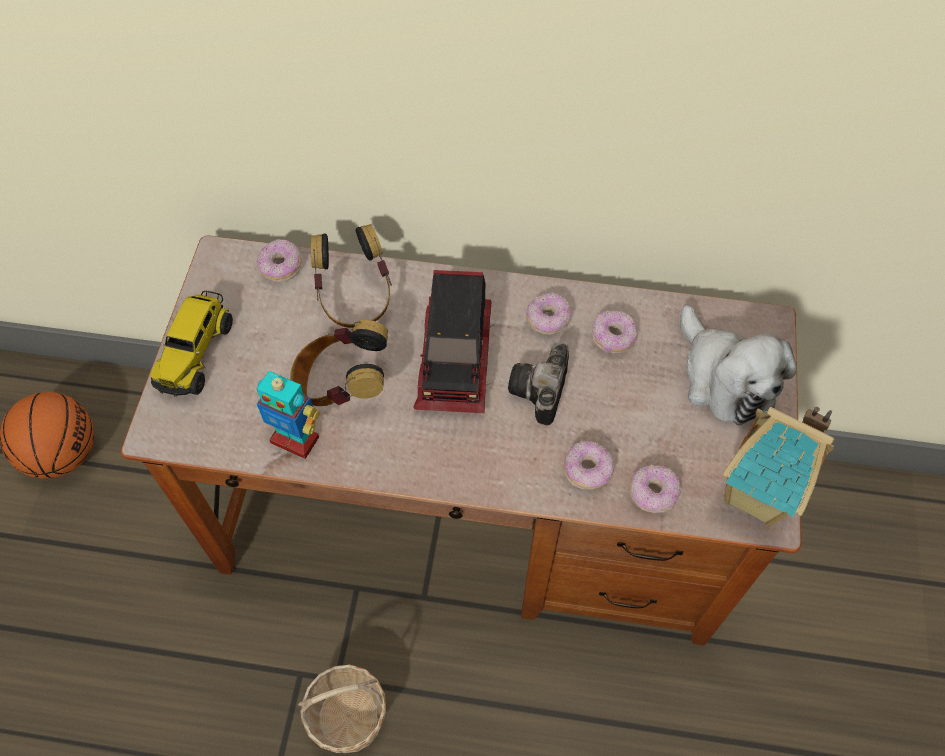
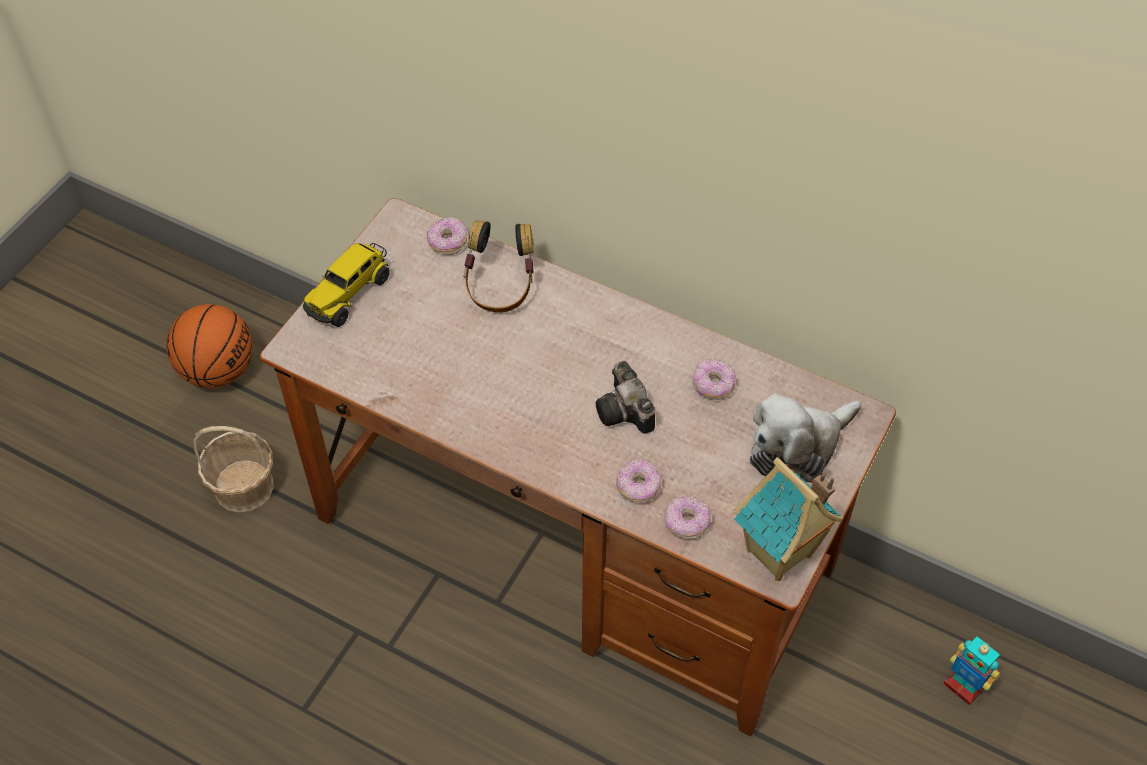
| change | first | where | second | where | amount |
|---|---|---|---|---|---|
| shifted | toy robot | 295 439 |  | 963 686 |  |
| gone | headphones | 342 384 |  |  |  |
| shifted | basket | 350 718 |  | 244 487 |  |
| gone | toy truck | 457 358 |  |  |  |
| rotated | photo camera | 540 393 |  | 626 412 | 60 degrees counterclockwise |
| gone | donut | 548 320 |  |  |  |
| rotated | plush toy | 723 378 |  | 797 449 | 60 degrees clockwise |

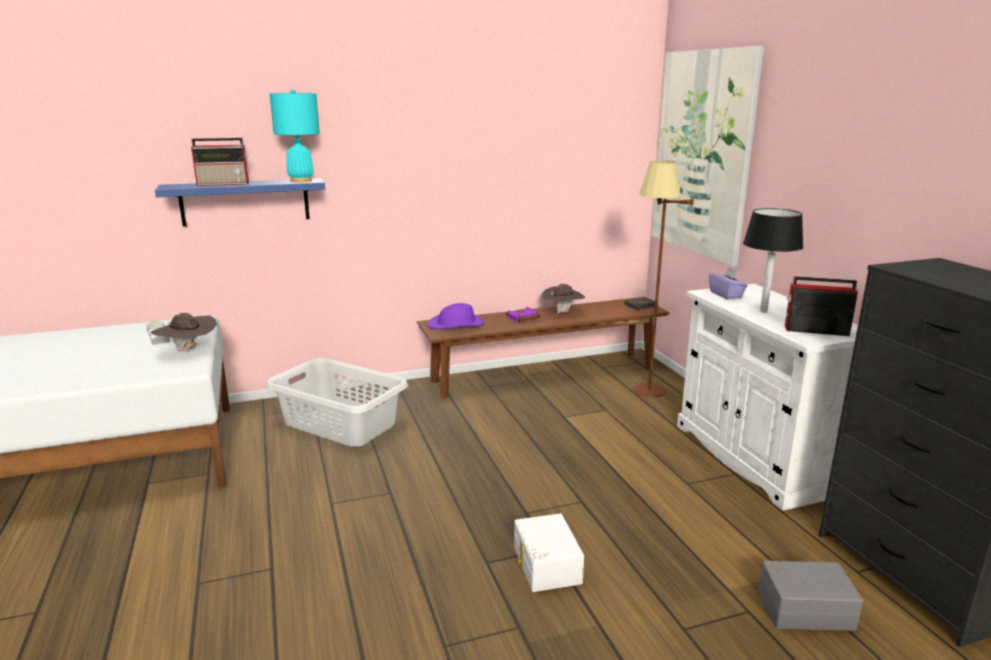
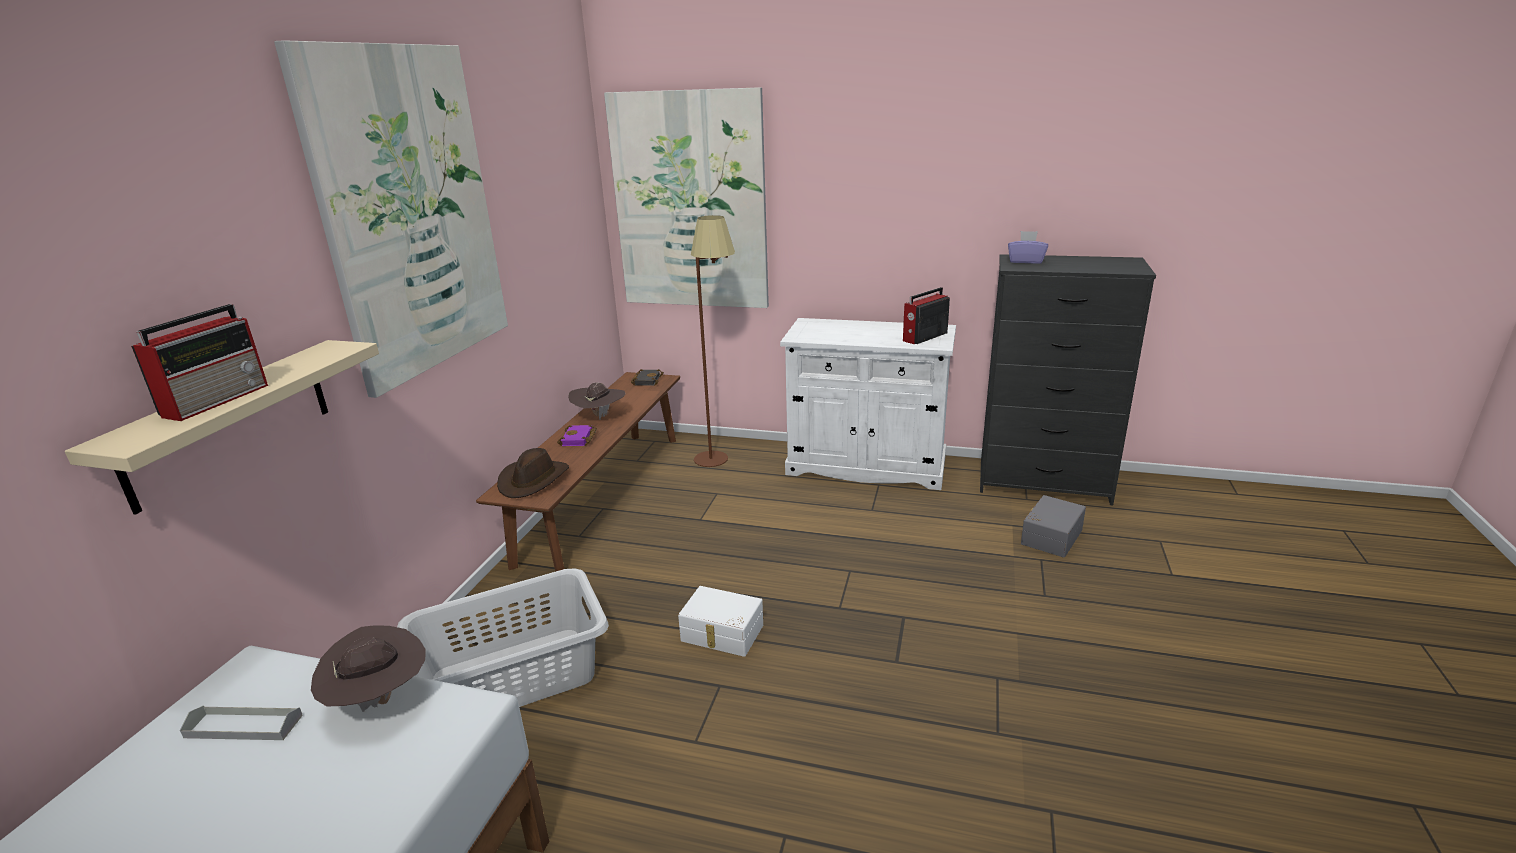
| change | first | where | second | where | amount |
|---|---|---|---|---|---|
| repainted | blue shelf | 245 202 | beige shelf | 230 422 |  |
| gone | turquoise table lamp | 301 181 |  |  |  |
| repainted | purple hat | 456 325 | brown hat | 533 480 |  |
| shifted | white storage box | 545 564 |  | 721 634 |  |
| shifted | purple tissue box | 726 295 |  | 1025 261 |  |
| gone | black table lamp | 763 311 |  |  |  |
| new |  |  | picture | 411 213 |  |

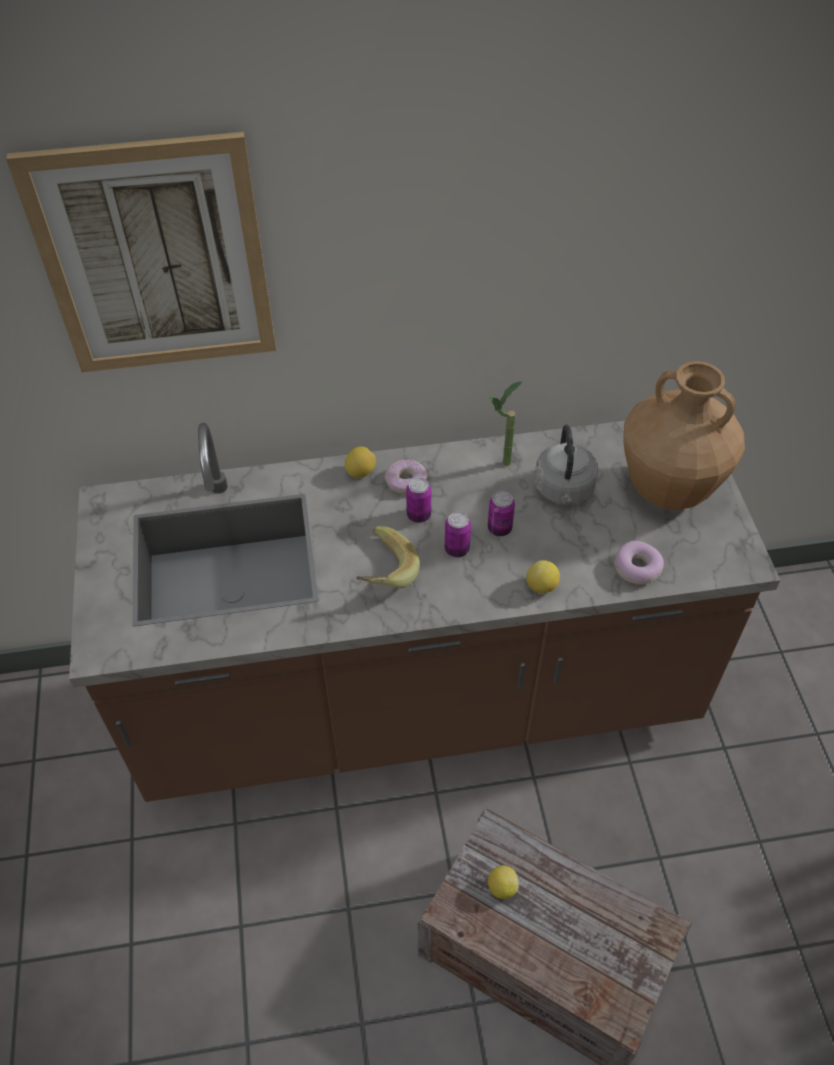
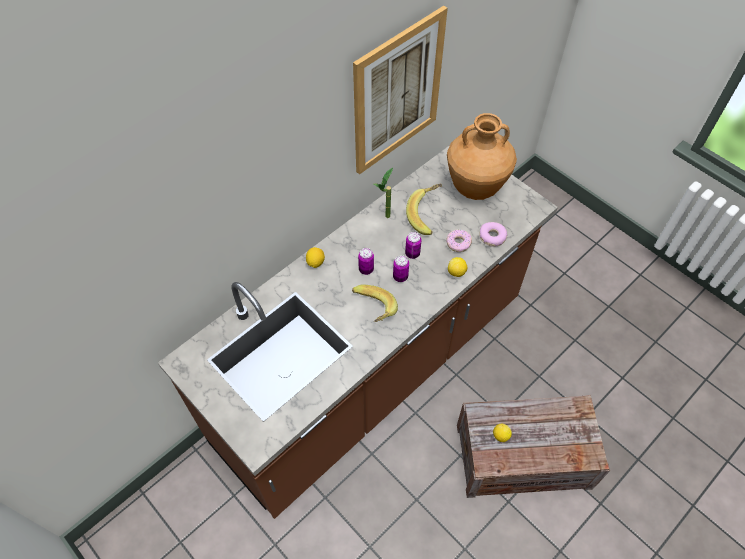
| change | first | where | second | where | amount |
|---|---|---|---|---|---|
| shifted | picture | 155 259 |  | 397 93 |  |
| shifted | donut | 405 481 |  | 458 243 |  |
| swapped | grey kettle | 564 490 | banana | 427 215 |  |

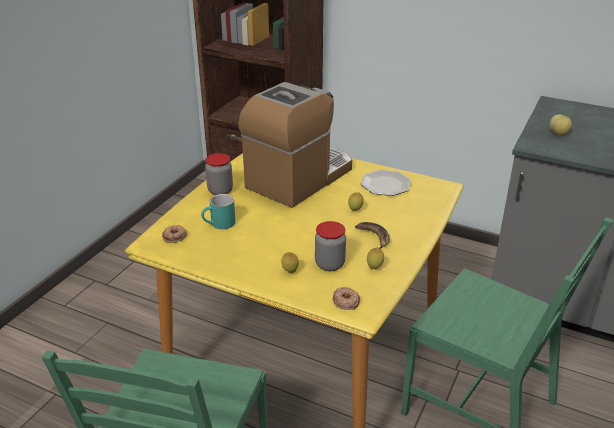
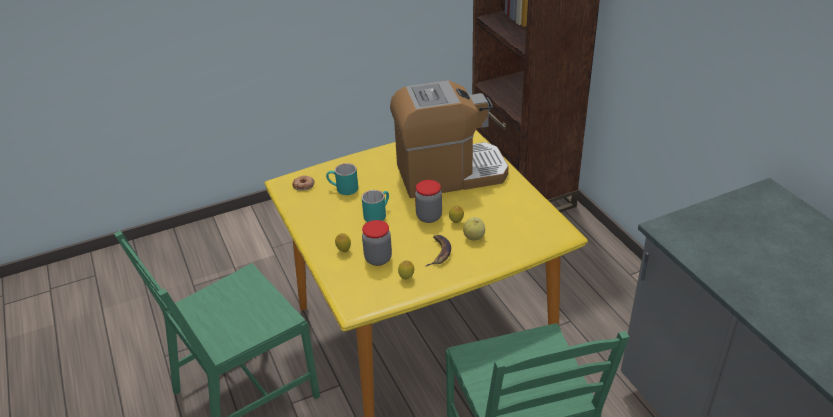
| change | first | where | second | where | amount |
|---|---|---|---|---|---|
| shifted | jar | 220 191 |  | 429 216 |  |
| gone | donut | 346 301 |  |  |  |
| gone | plate | 385 184 |  |  |  |
| shifted | apple | 558 133 |  | 474 237 |  |
| new |  |  | turquoise mug | 377 214 |  |

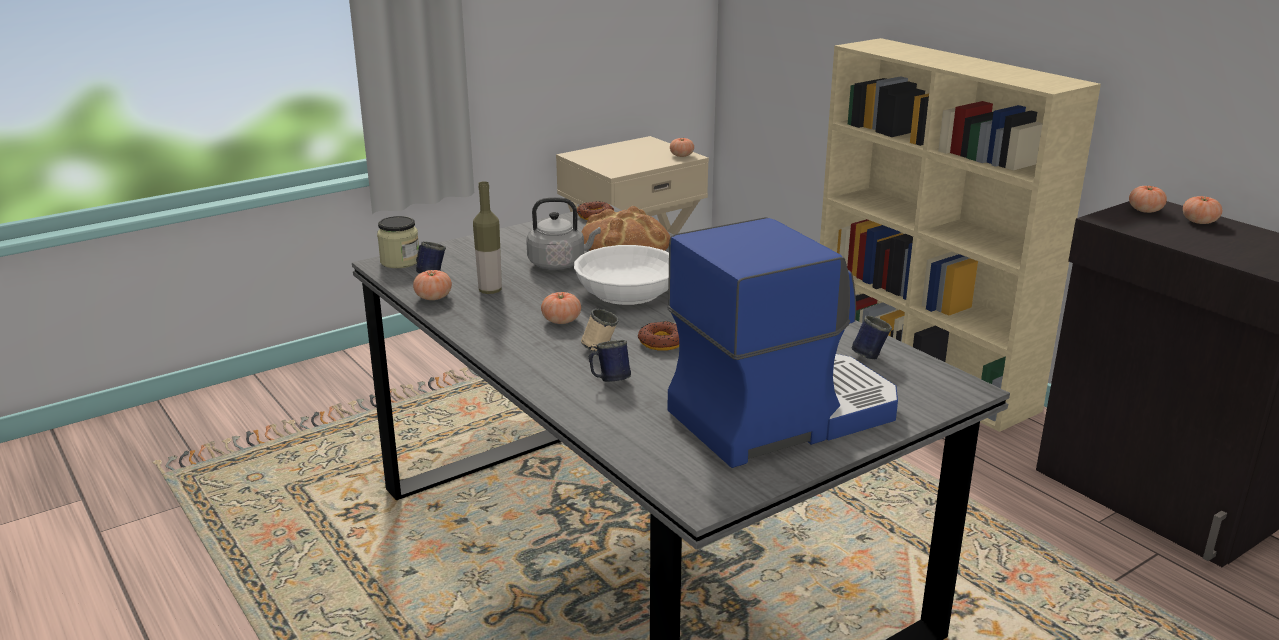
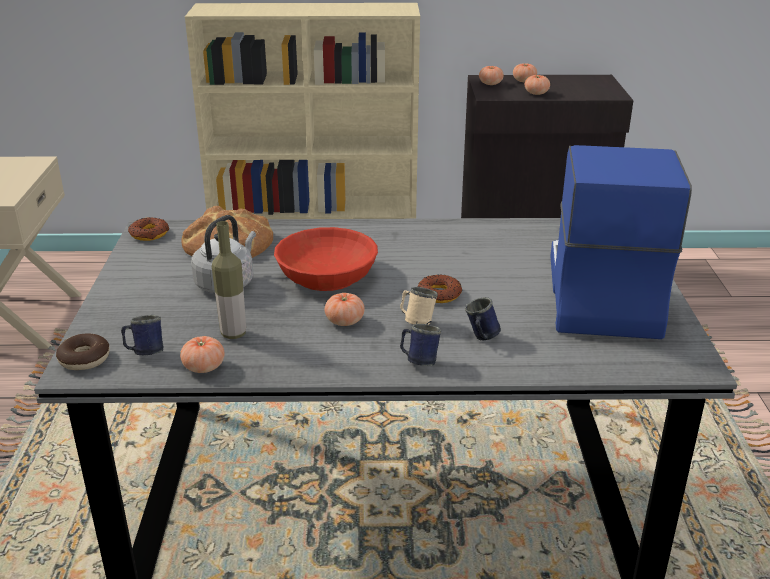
| change | first | where | second | where | amount |
|---|---|---|---|---|---|
| swapped | jar | 400 261 | donut | 84 359 |  |
| repainted | white bowl | 627 291 | red bowl | 327 275 |  |
| shifted | tomato | 681 155 |  | 536 93 |  |
| shifted | blue mug | 867 354 |  | 418 361 |  |

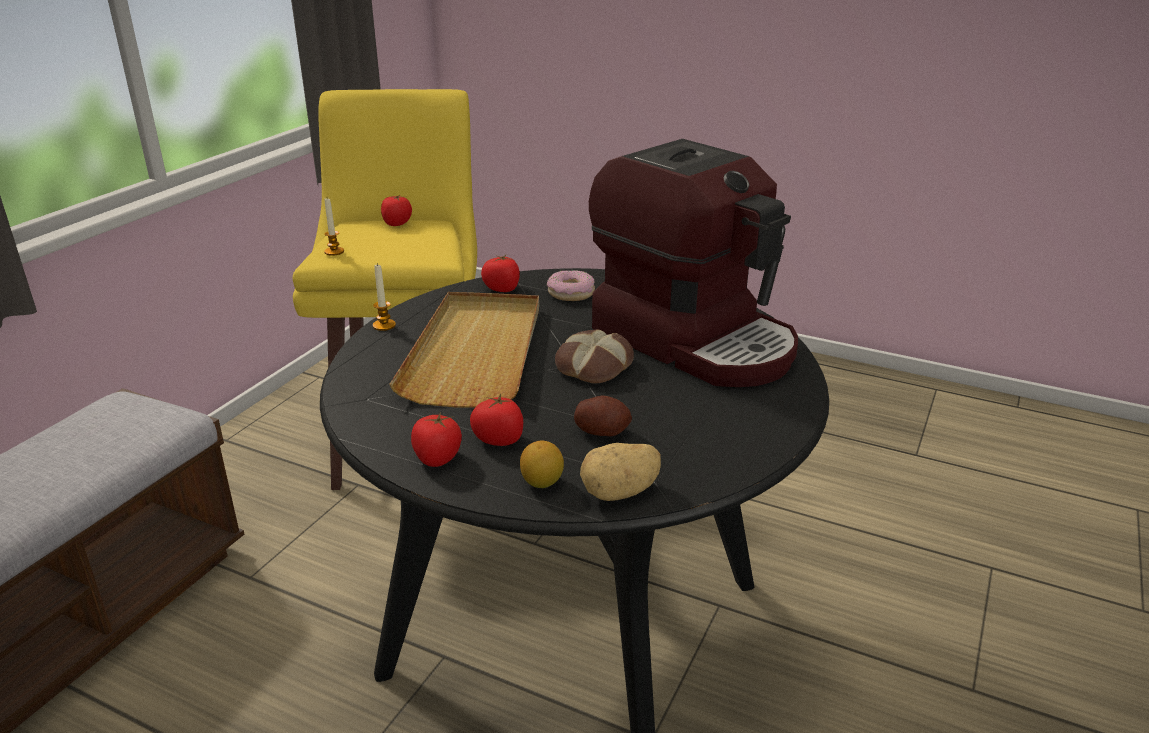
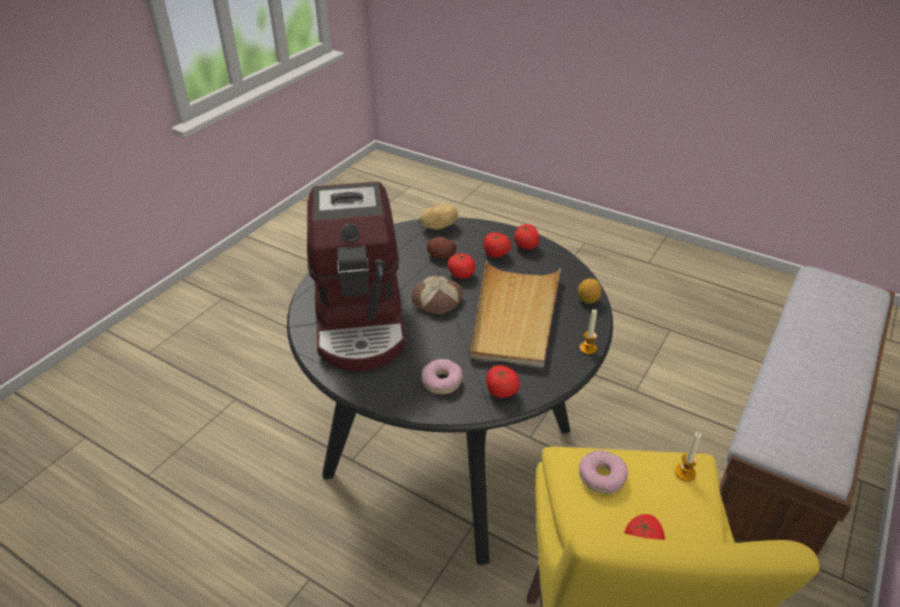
| change | first | where | second | where | amount |
|---|---|---|---|---|---|
| shifted | lemon | 542 482 |  | 588 300 |  |
| rotated | coffee machine | 696 340 |  | 361 320 | 150 degrees counterclockwise |
| new |  |  | tomato | 461 274 |  |
| new |  |  | donut | 602 476 |  |

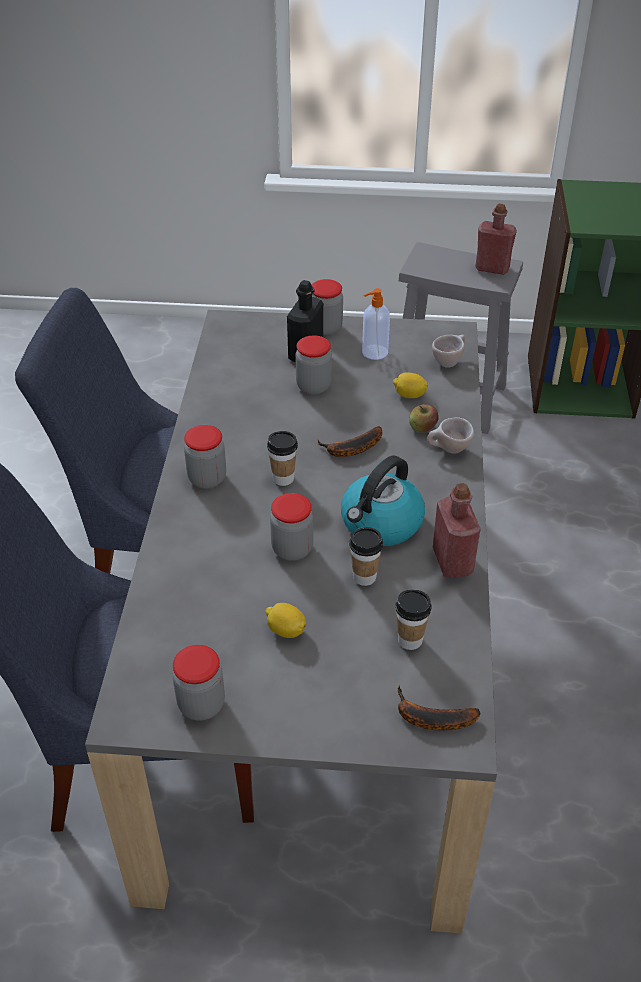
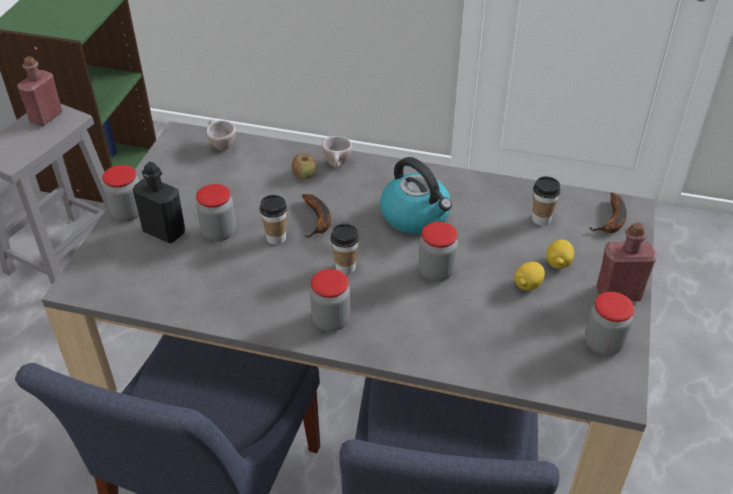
| change | first | where | second | where | amount |
|---|---|---|---|---|---|
| shifted | cup | 364 577 |  | 276 238 |  |
| gone | soap dispenser | 374 352 |  |  |  |
| shifted | lemon | 409 395 |  | 558 263 |  |
| shifted | red bottle | 452 561 |  | 618 293 |  |

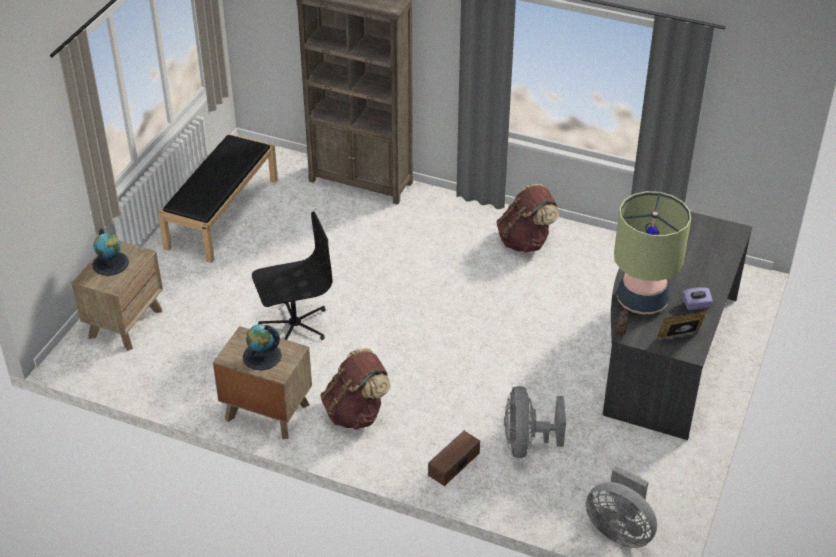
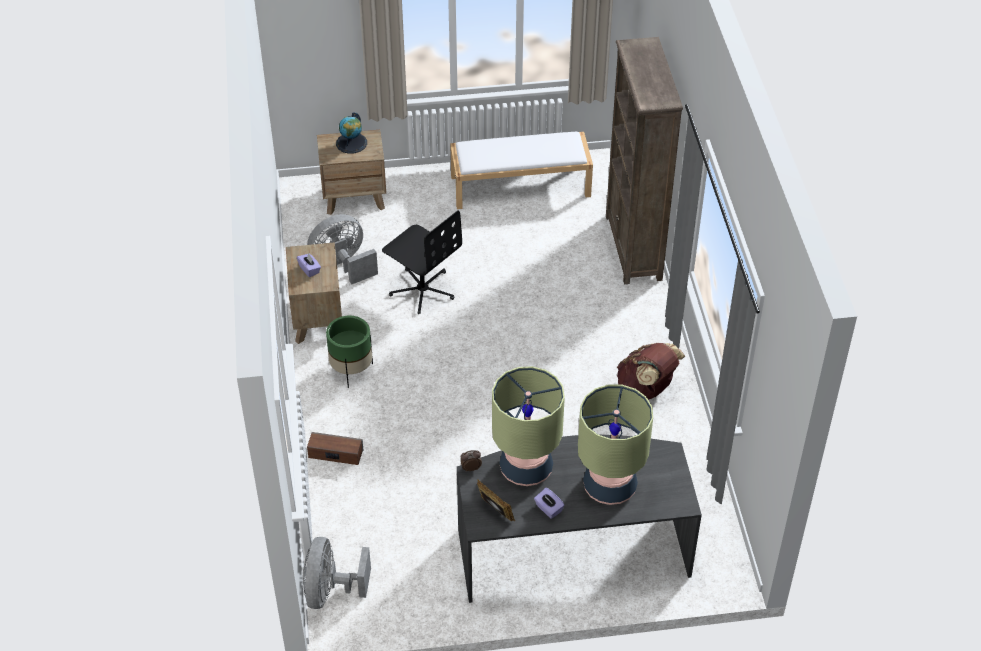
| change | first | where | second | where | amount |
|---|---|---|---|---|---|
| repainted | black bench | 222 213 | white bench | 521 185 |  |
| swapped | globe | 262 356 | purple tissue box | 309 269 |  |
| swapped | brown backpack | 356 413 | green planter | 351 370 |  |
| shifted | grey fan | 526 443 |  | 342 265 |  |
| new |  |  | table lamp | 609 486 |  |

